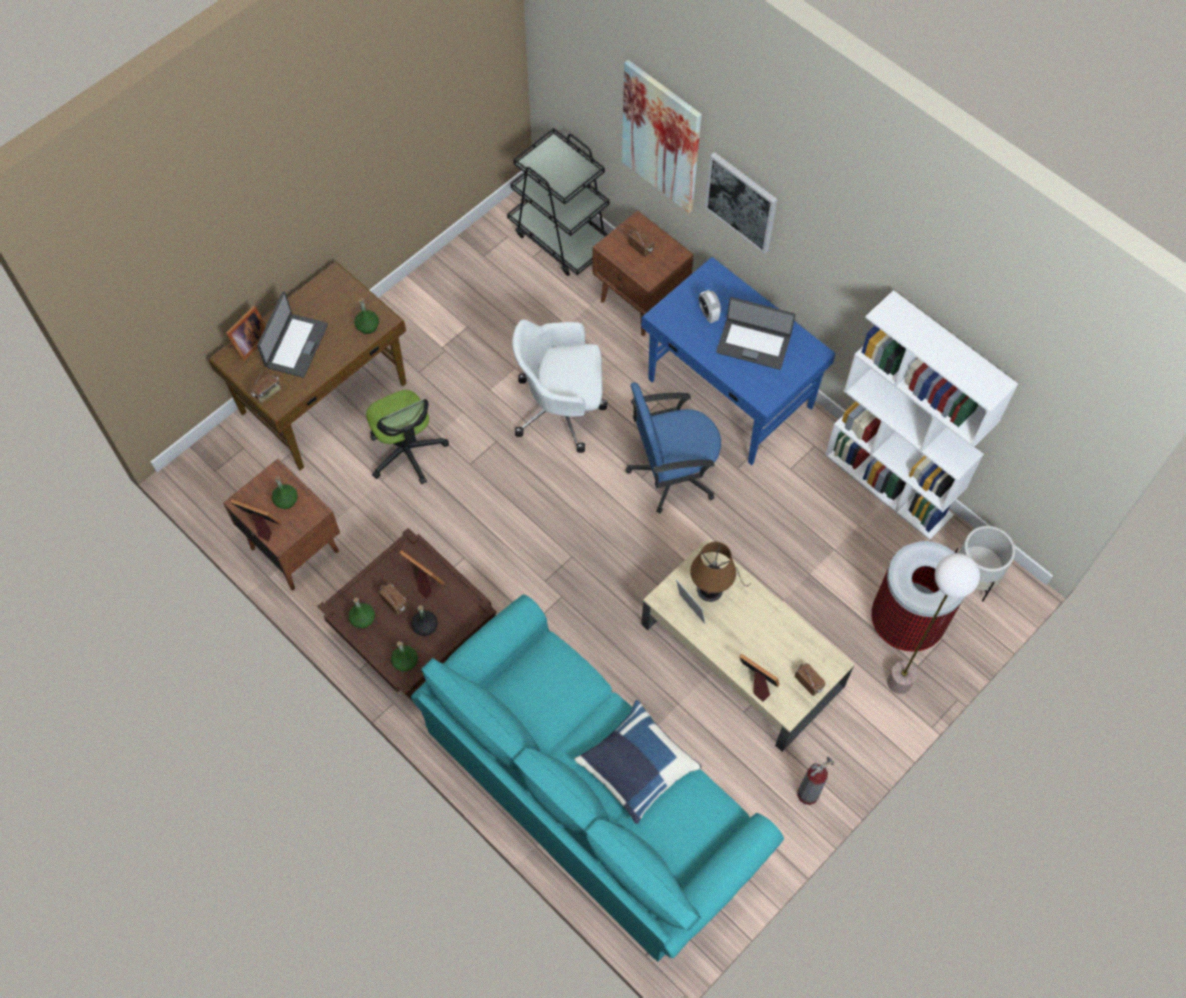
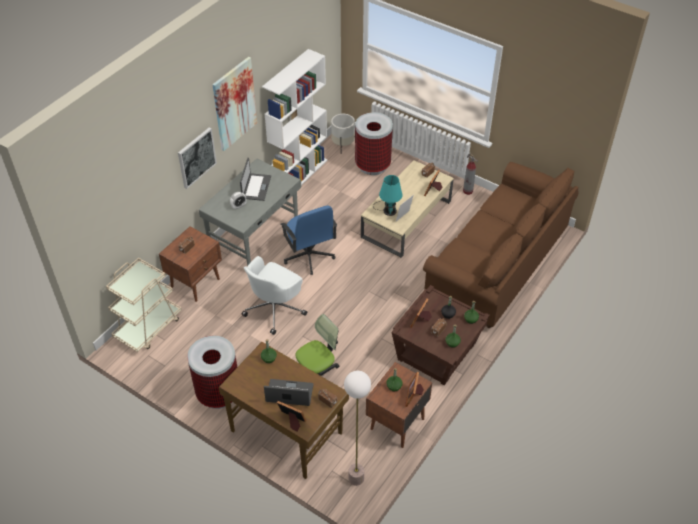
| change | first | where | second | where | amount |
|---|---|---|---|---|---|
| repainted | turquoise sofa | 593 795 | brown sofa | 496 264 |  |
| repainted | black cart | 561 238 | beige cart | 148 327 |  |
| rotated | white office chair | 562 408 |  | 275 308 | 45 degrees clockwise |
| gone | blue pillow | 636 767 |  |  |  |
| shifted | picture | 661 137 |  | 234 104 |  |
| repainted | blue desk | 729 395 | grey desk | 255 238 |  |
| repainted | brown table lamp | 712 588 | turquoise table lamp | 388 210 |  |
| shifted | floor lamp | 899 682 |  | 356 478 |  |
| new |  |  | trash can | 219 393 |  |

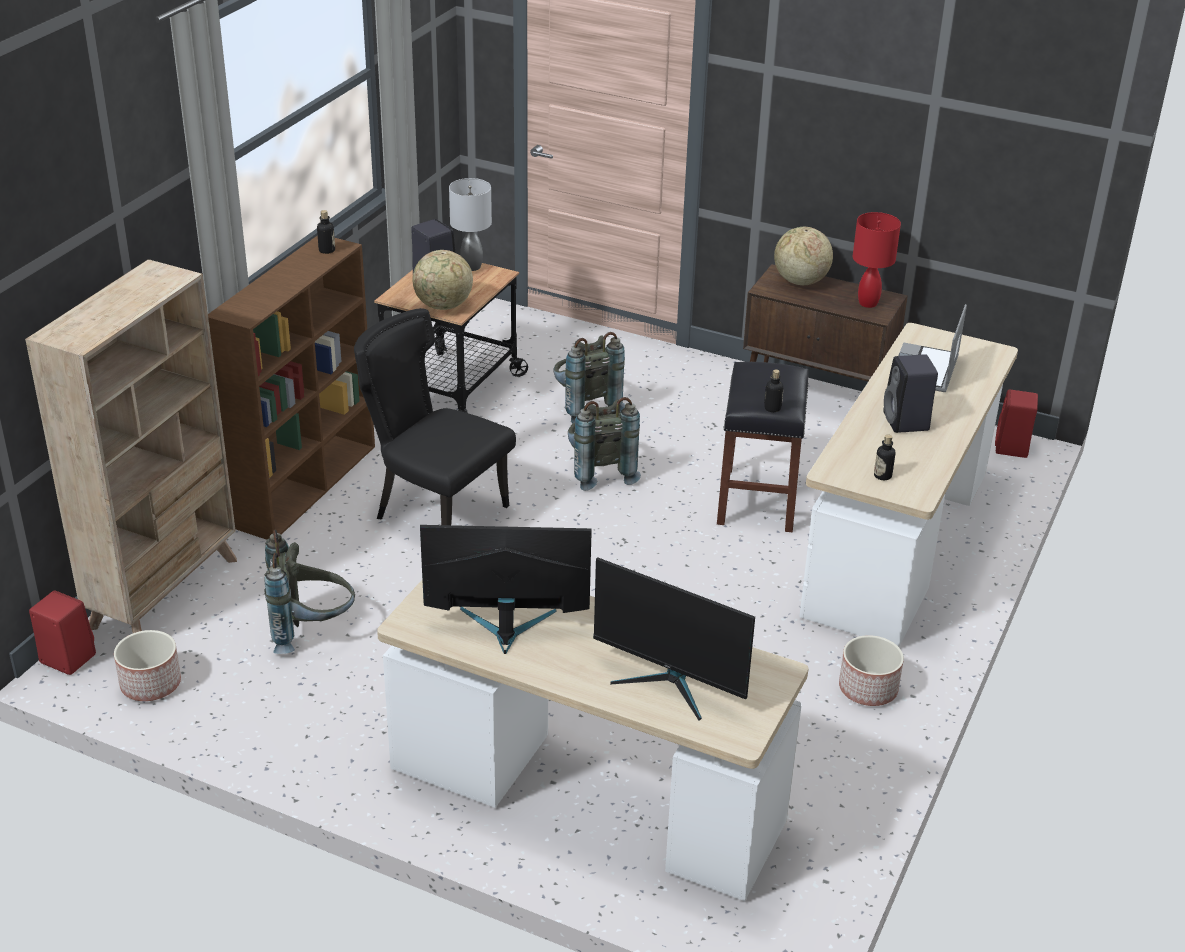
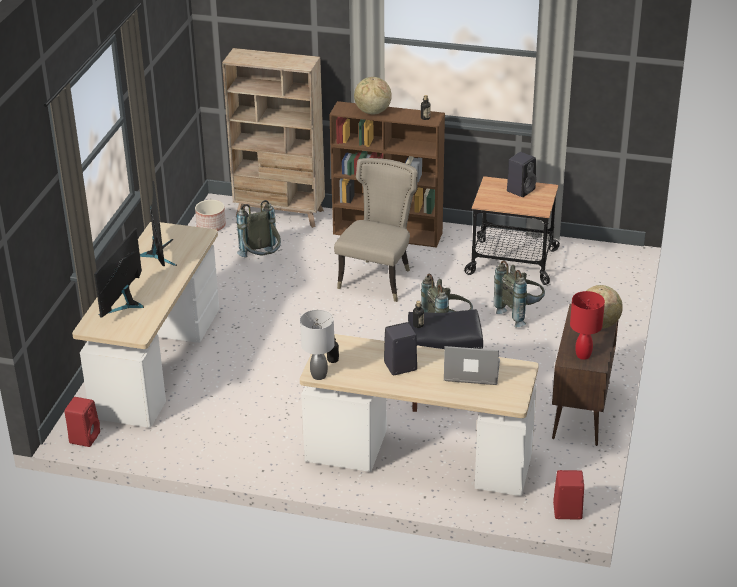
| change | first | where | second | where | amount |
|---|---|---|---|---|---|
| shifted | red speaker | 66 658 |  | 85 437 |  |
| repainted | black chair | 436 514 | beige chair | 378 279 |  |
| shifted | globe | 443 306 |  | 372 112 |  |
| shifted | grey table lamp | 472 267 |  | 318 376 |  |
| gone | planter | 867 688 |  |  |  |

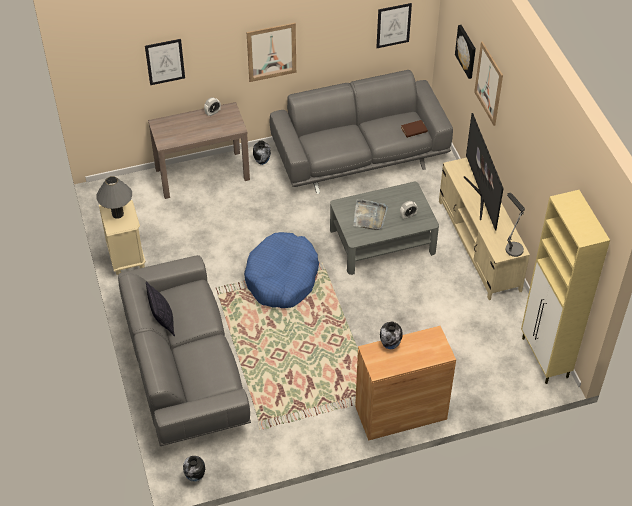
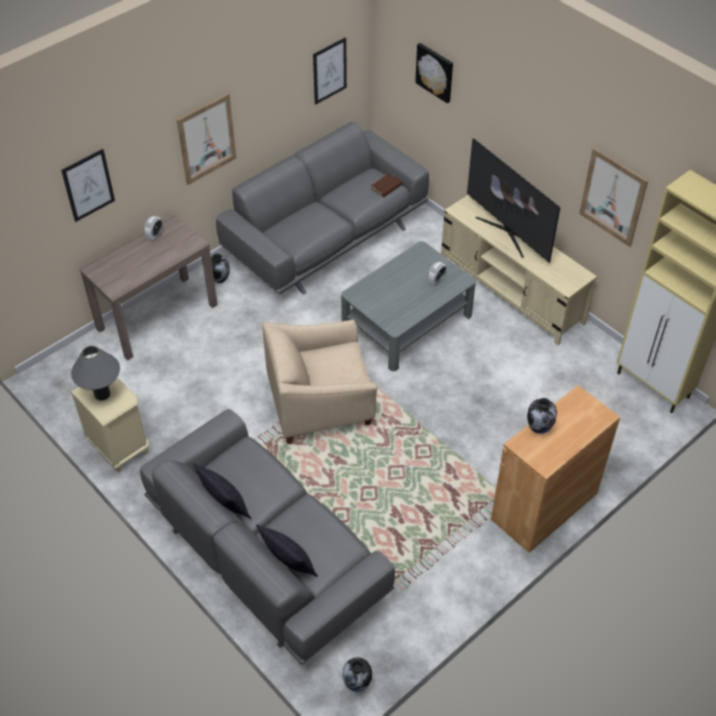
| change | first | where | second | where | amount |
|---|---|---|---|---|---|
| swapped | blue dog bed | 282 278 | beige armchair | 320 403 |  |
| gone | grey tray | 369 216 |  |  |  |
| shifted | picture | 489 83 |  | 612 197 |  |
| gone | table lamp | 512 245 |  |  |  |
| new |  |  | pillow | 288 564 |  |

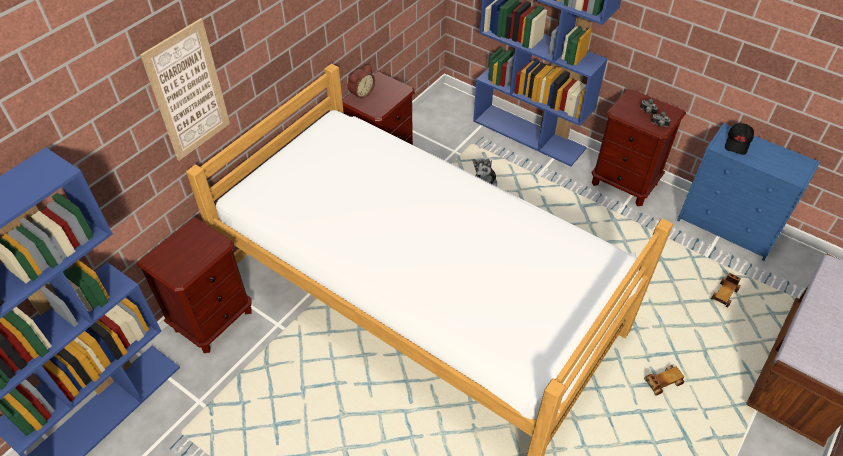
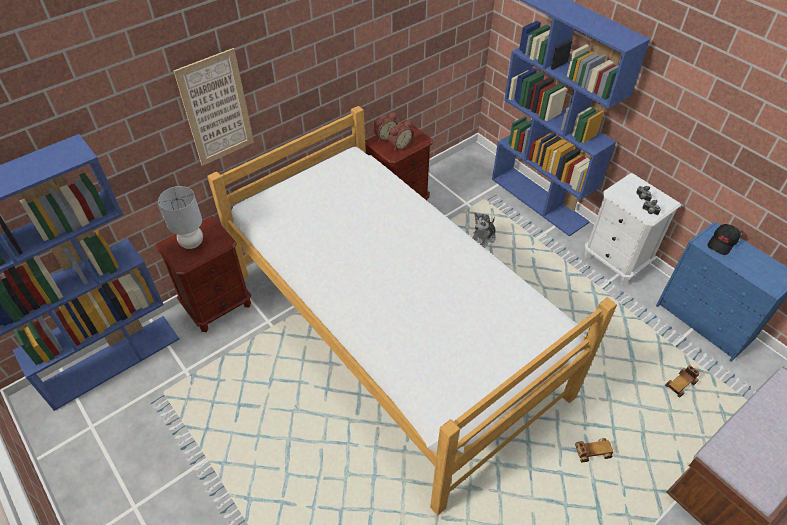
| change | first | where | second | where | amount |
|---|---|---|---|---|---|
| repainted | brown nightstand | 624 183 | white nightstand | 615 261 |  |
| new |  |  | grey table lamp | 191 243 |  |
| new |  |  | alarm clock | 399 145 |  |

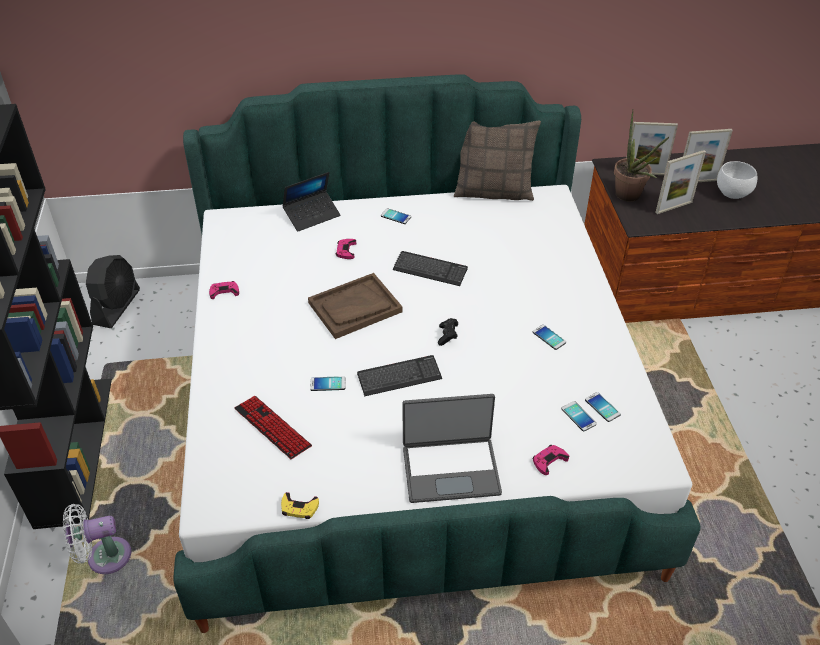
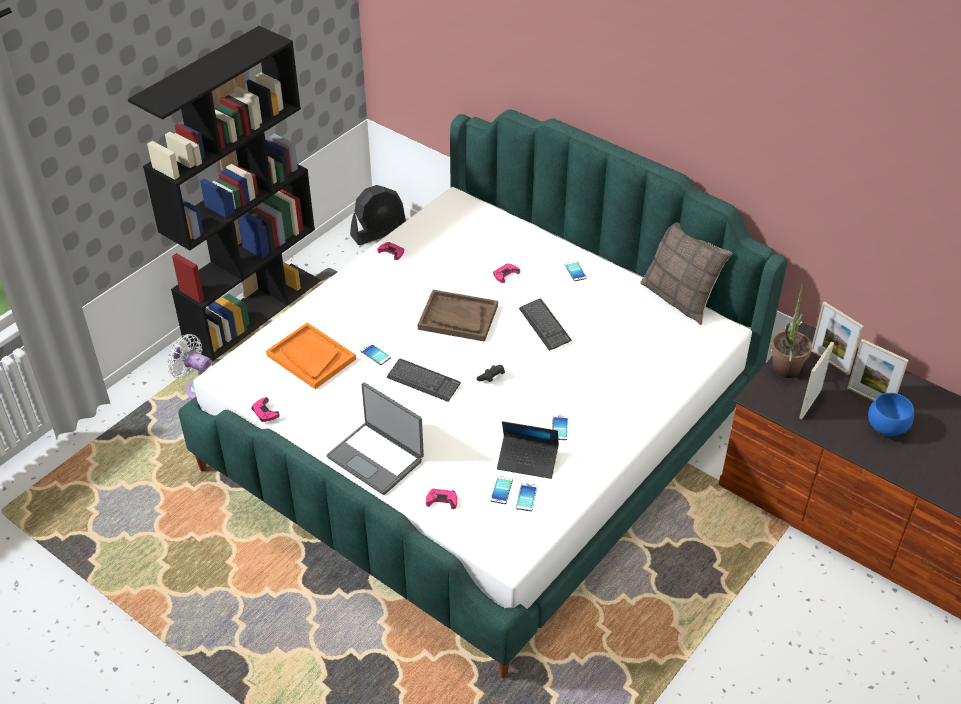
| change | first | where | second | where | amount |
|---|---|---|---|---|---|
| swapped | keyboard | 272 428 | orange tray | 311 357 |  |
| repainted | yellow game controller | 299 508 | pink game controller | 265 412 |  |
| shifted | laptop | 312 215 |  | 527 461 |  |
| rotated | picture frame | 673 207 |  | 810 404 | 105 degrees clockwise |
| repainted | white bowl | 731 194 | blue bowl | 885 427 |  |

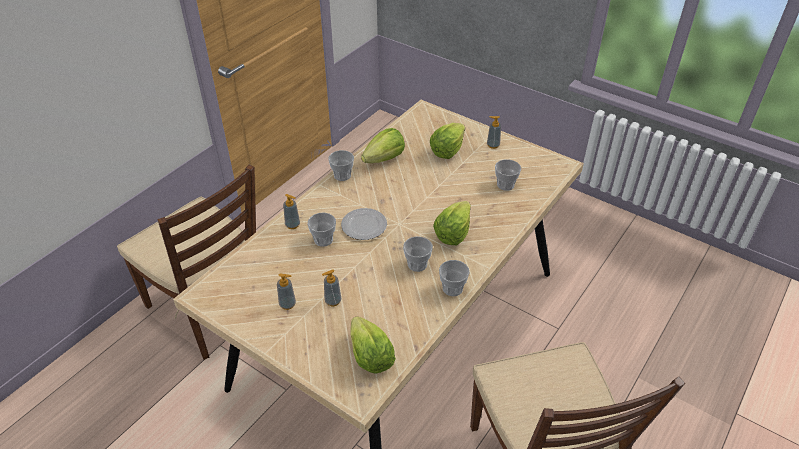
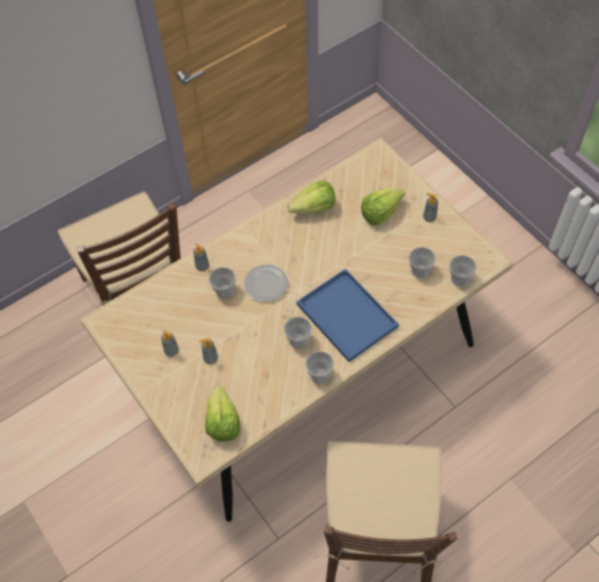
| change | first | where | second | where | amount |
|---|---|---|---|---|---|
| shifted | cup | 342 175 |  | 459 278 |  |
| swapped | lettuce | 453 233 | blue tray | 345 315 |  |

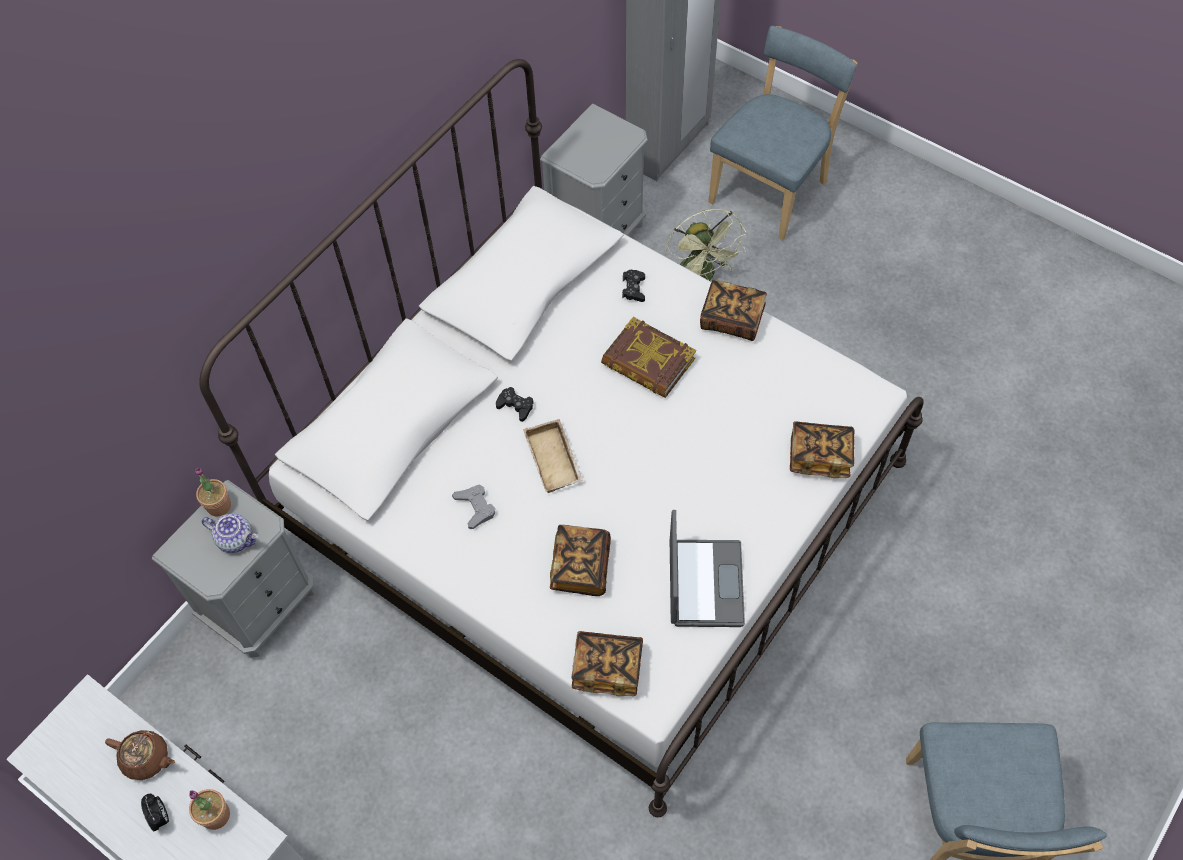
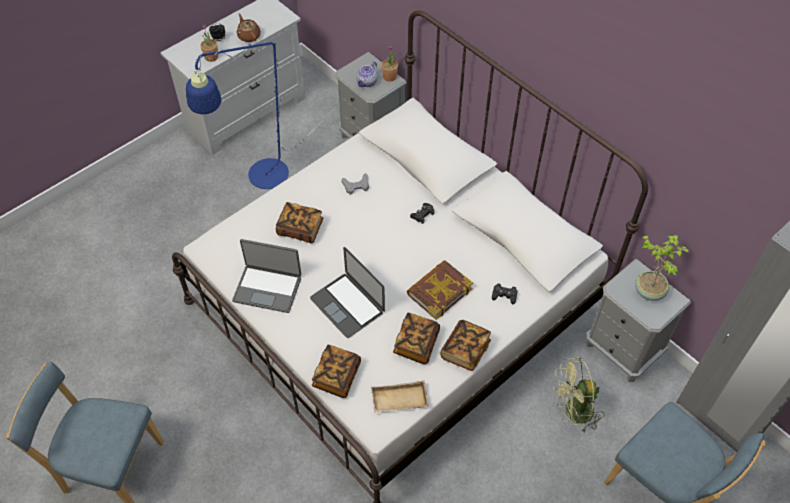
| change | first | where | second | where | amount |
|---|---|---|---|---|---|
| rotated | brown teapot | 147 759 |  | 249 36 | 120 degrees clockwise |
| shifted | beige tray | 555 459 |  | 399 401 |  |
| shifted | book | 607 668 |  | 416 344 |  |
| new |  |  | blue floor lamp | 261 181 |  |
| new |  |  | laptop | 347 305 |  |
| new |  |  | potted plant | 649 290 |  |

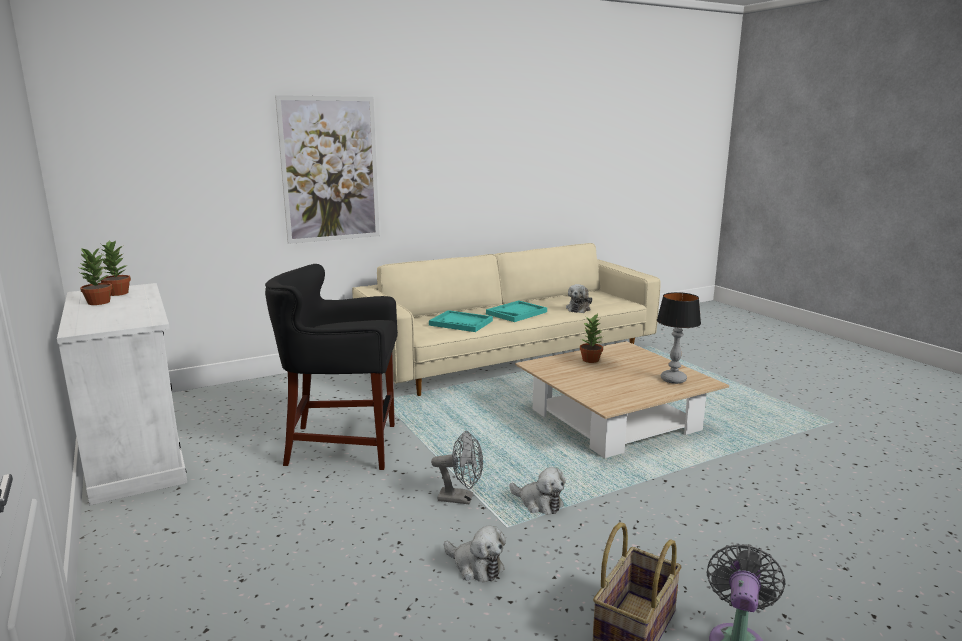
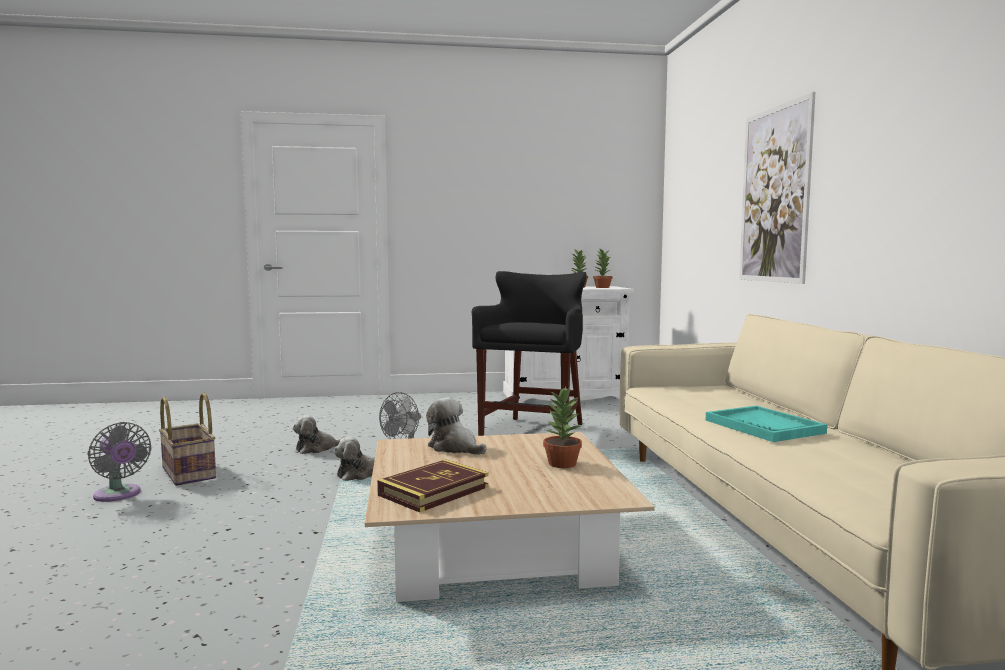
| change | first | where | second | where | amount |
|---|---|---|---|---|---|
| gone | turquoise tray | 461 323 |  |  |  |
| shifted | plush toy | 578 309 |  | 455 448 |  |
| swapped | table lamp | 673 379 | book | 433 491 |  |

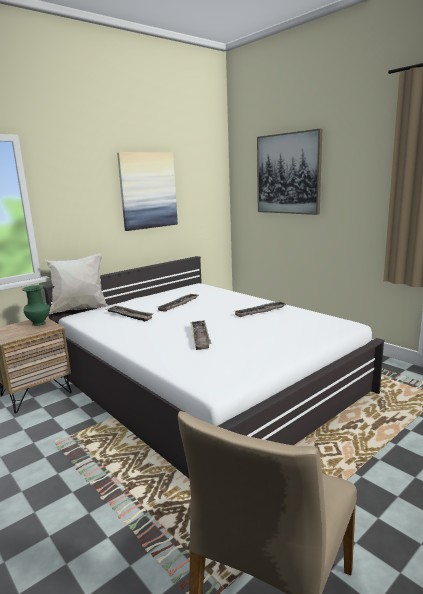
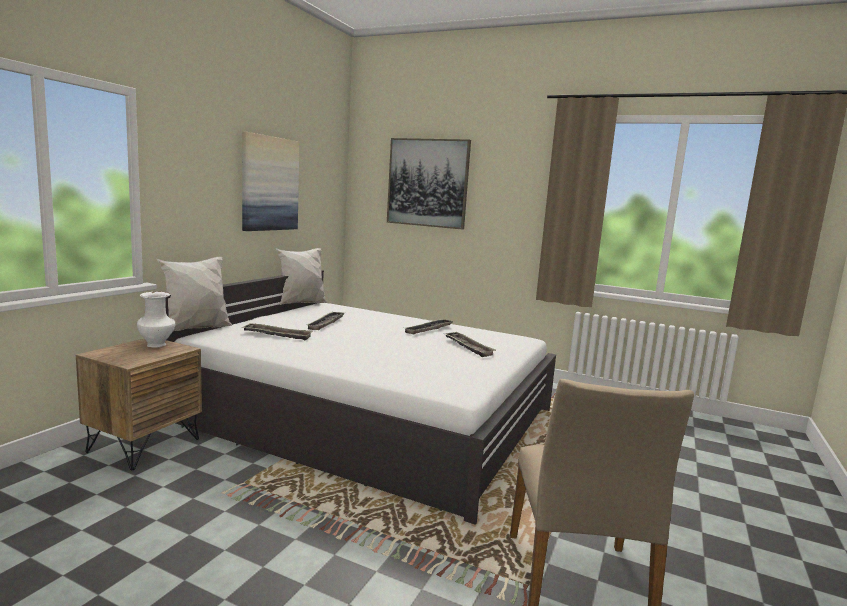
| change | first | where | second | where | amount |
|---|---|---|---|---|---|
| repainted | green vase | 39 324 | white vase | 157 345 |  |
| shifted | tray | 200 337 |  | 468 347 |  |
| new |  |  | white pillow | 301 304 |  |

